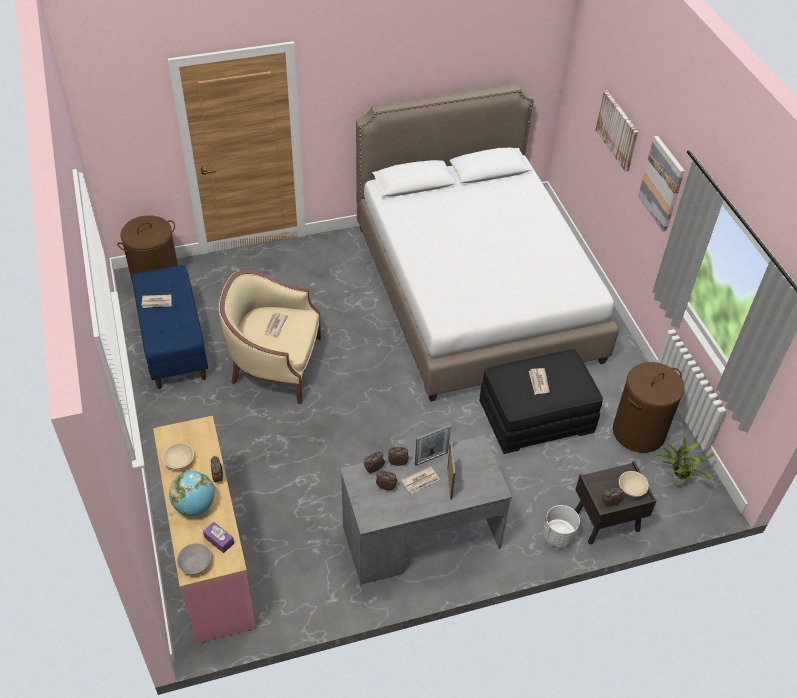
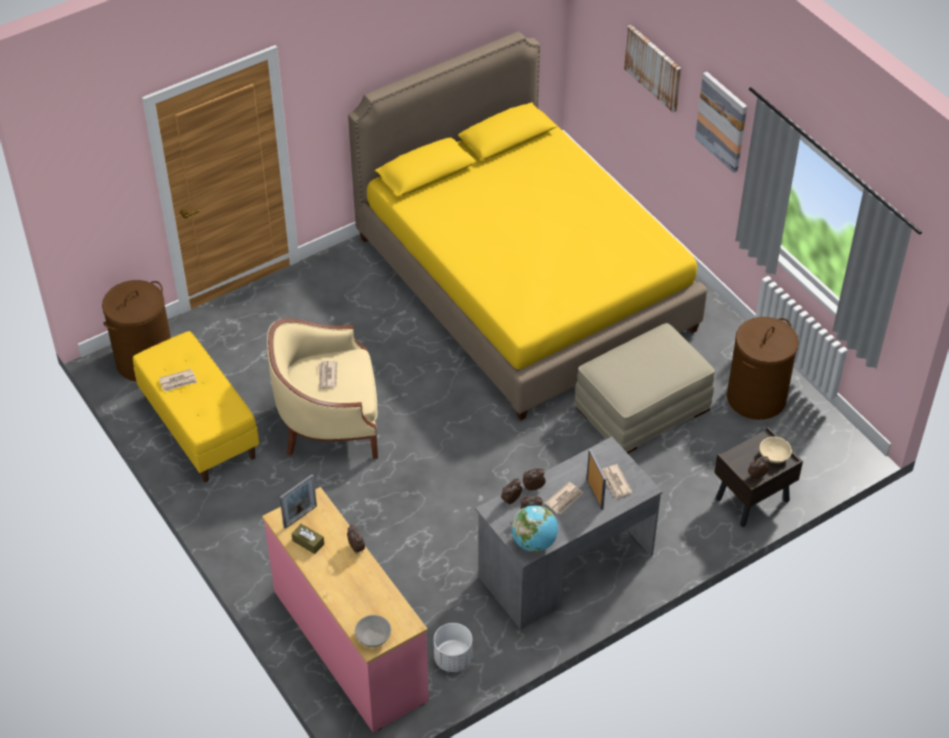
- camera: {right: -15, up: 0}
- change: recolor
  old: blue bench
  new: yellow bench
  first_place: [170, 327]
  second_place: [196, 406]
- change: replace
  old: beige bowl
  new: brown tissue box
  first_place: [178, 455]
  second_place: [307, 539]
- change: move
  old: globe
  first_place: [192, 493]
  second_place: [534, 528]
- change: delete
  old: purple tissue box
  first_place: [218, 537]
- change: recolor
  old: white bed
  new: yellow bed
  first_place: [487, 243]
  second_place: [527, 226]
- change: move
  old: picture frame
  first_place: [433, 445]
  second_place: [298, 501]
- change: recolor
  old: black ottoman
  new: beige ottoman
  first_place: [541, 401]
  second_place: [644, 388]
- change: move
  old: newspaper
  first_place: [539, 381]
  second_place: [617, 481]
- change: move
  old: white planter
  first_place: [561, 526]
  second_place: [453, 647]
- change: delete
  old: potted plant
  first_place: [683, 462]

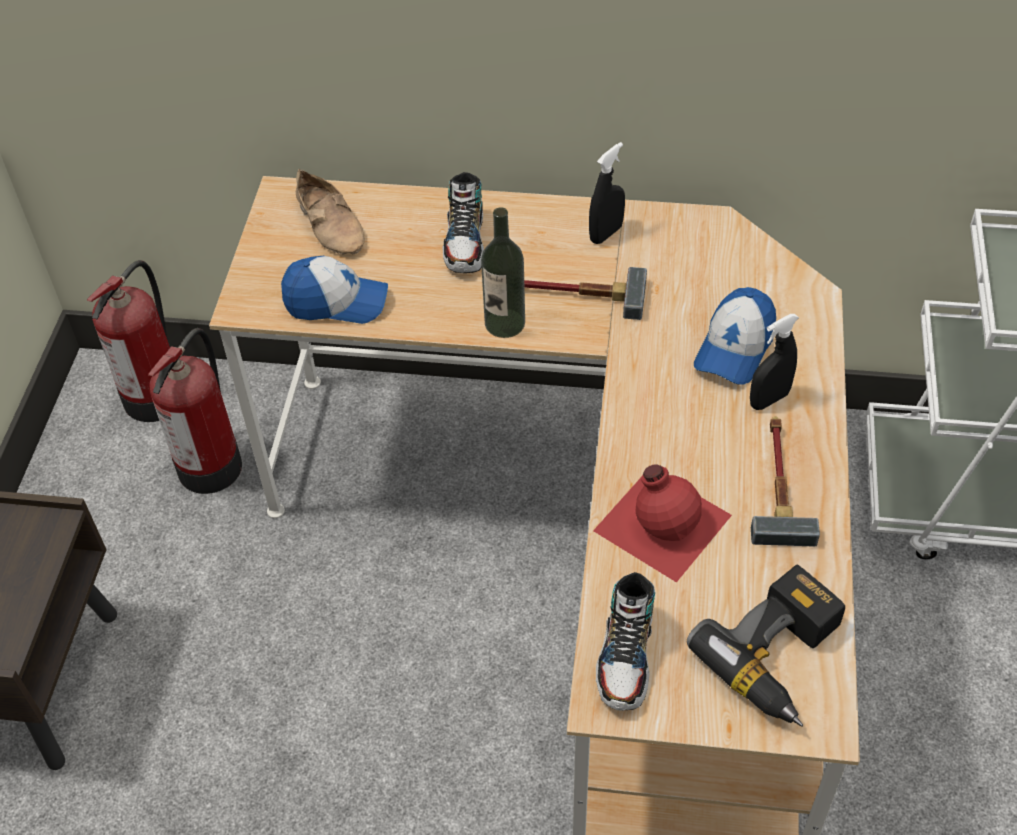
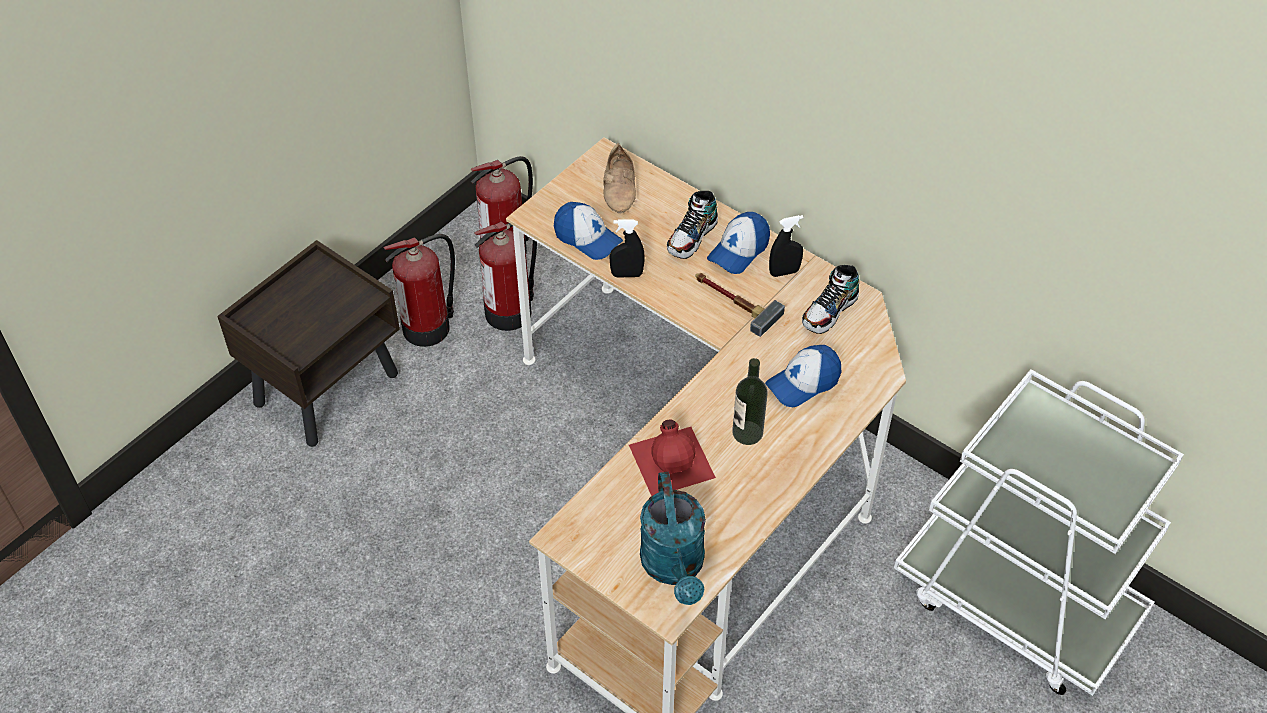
- camera: {right: 30, up: 0}
- change: move
  old: bottle
  first_place: [503, 272]
  second_place: [750, 401]
- change: move
  old: shoe
  first_place: [625, 641]
  second_place: [830, 299]
- change: replace
  old: power drill
  new: turquoise watering can
  first_place: [766, 646]
  second_place: [673, 538]
- change: move
  old: black spray bottle
  first_place: [774, 362]
  second_place: [627, 248]
- change: delete
  old: hammer
  first_place: [785, 481]
- change: insert
  new: fire extinguisher
  second_place: [419, 290]
- change: insert
  new: cap
  second_place: [738, 243]

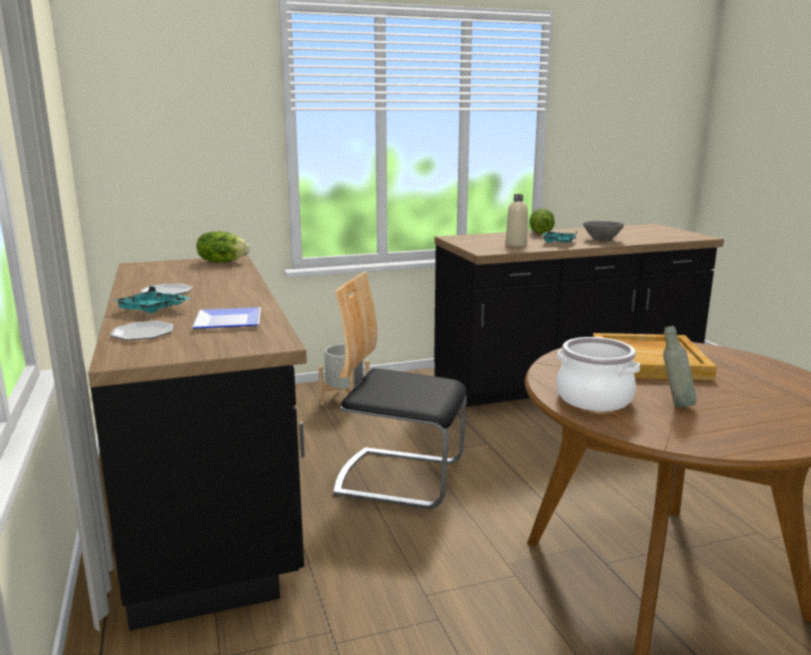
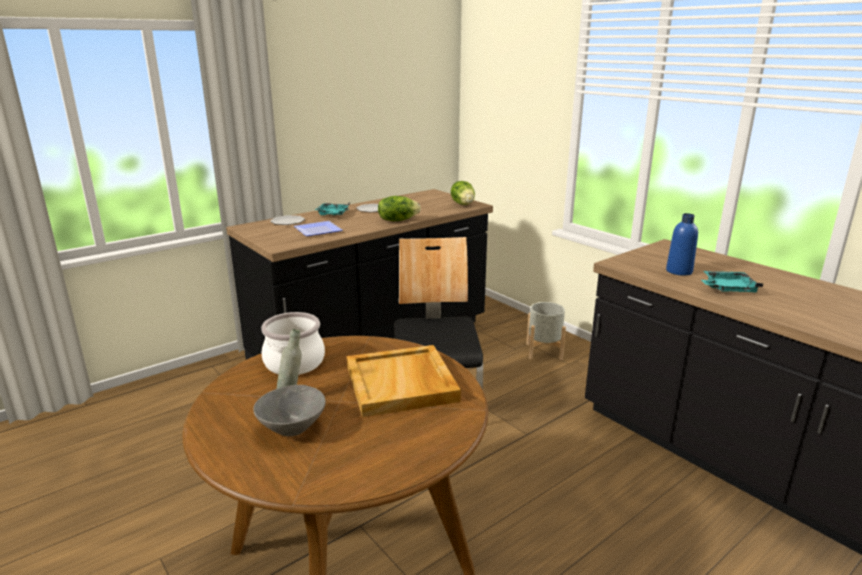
- camera: {right: 70, up: 5}
- change: recolor
  old: beige bottle
  new: blue bottle
  first_place: [517, 220]
  second_place: [682, 244]
- change: move
  old: lettuce
  first_place: [542, 221]
  second_place: [399, 208]
- change: move
  old: grey bowl
  first_place: [603, 231]
  second_place: [289, 410]

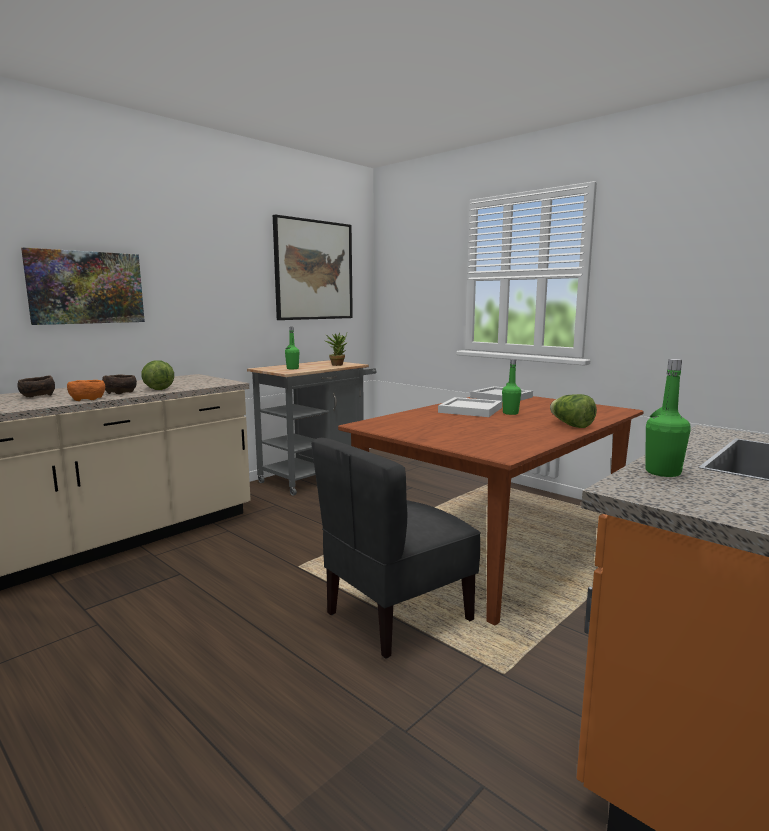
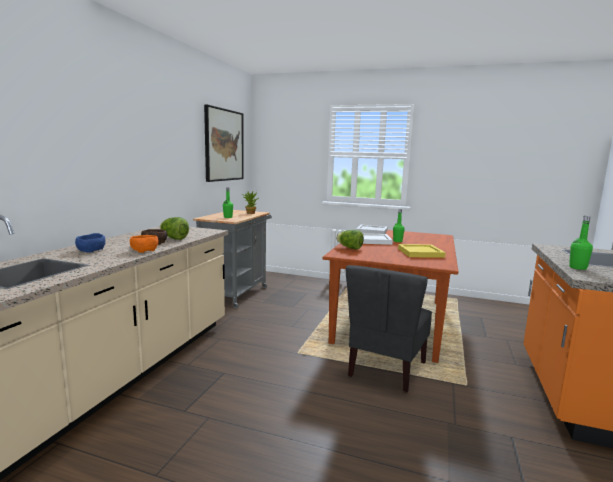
- camera: {right: -25, up: 0}
- change: recolor
  old: brown bowl
  new: blue bowl
  first_place: [36, 387]
  second_place: [90, 243]
- change: delete
  old: picture
  first_place: [83, 286]
- change: move
  old: lettuce
  first_place: [573, 411]
  second_place: [350, 239]
- change: insert
  new: yellow tray
  second_place: [422, 251]

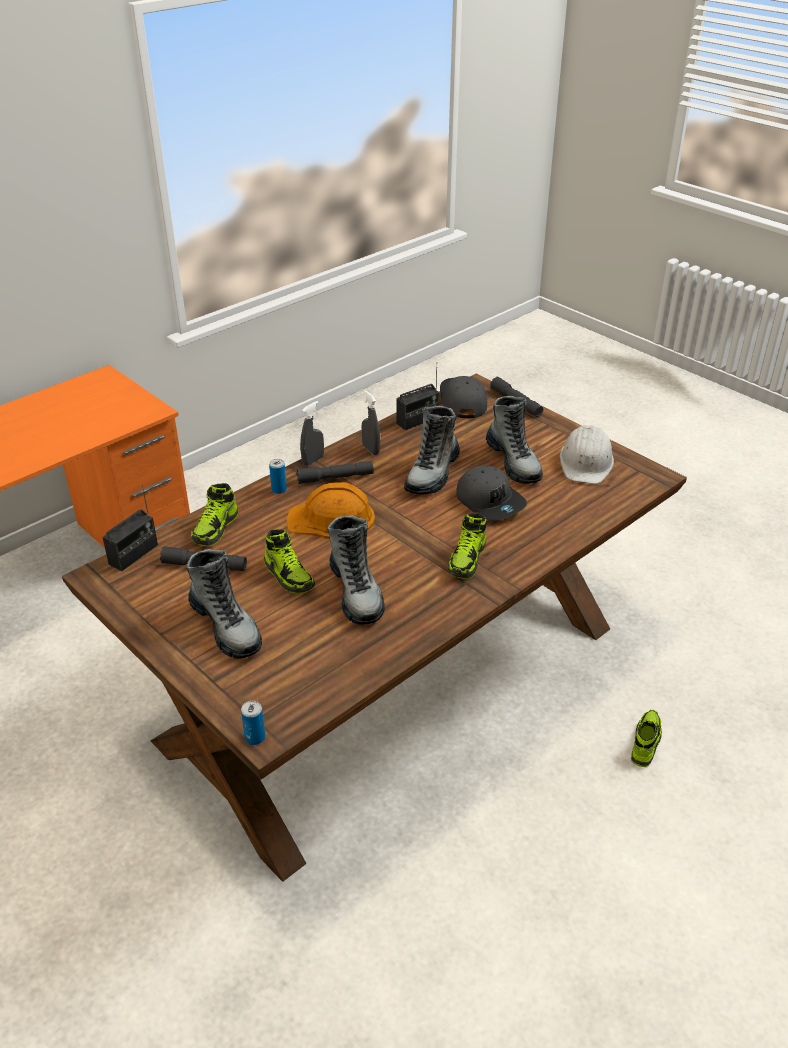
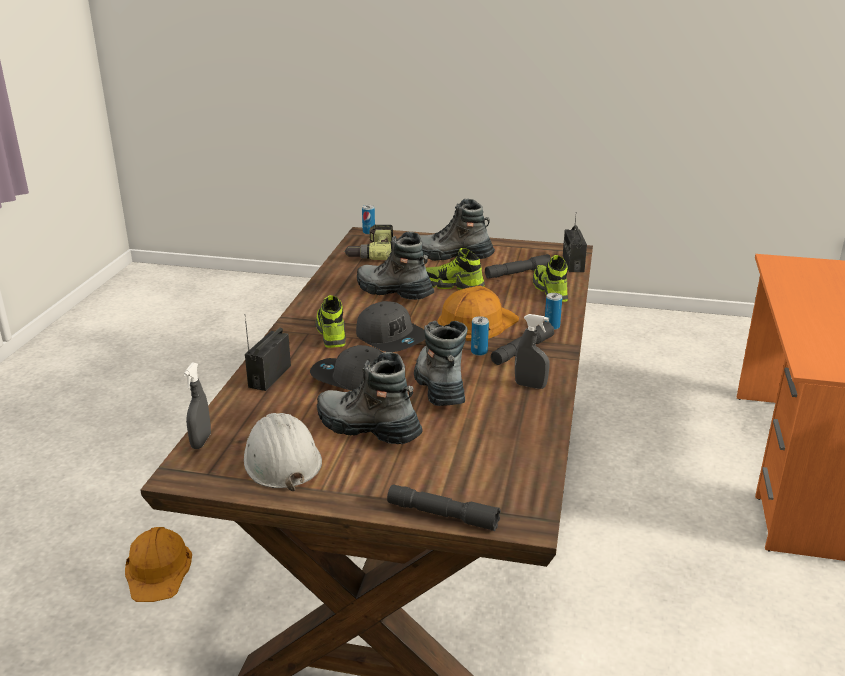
- camera: {right: 145, up: -10}
- change: move
  old: grey spray bottle
  first_place: [312, 433]
  second_place: [197, 406]
- change: move
  old: radio
  first_place: [417, 398]
  second_place: [268, 352]
- change: move
  old: grey cap
  first_place: [463, 397]
  second_place: [390, 326]
- change: replace
  old: shoe
  new: orange hard hat
  first_place: [646, 738]
  second_place: [158, 564]
- change: insert
  new: power drill
  second_place: [368, 242]
- change: insert
  new: can
  second_place: [480, 336]

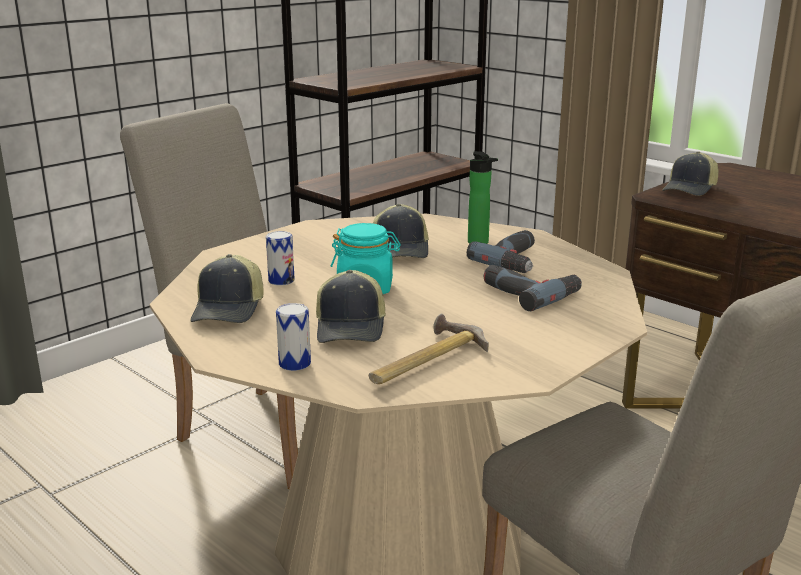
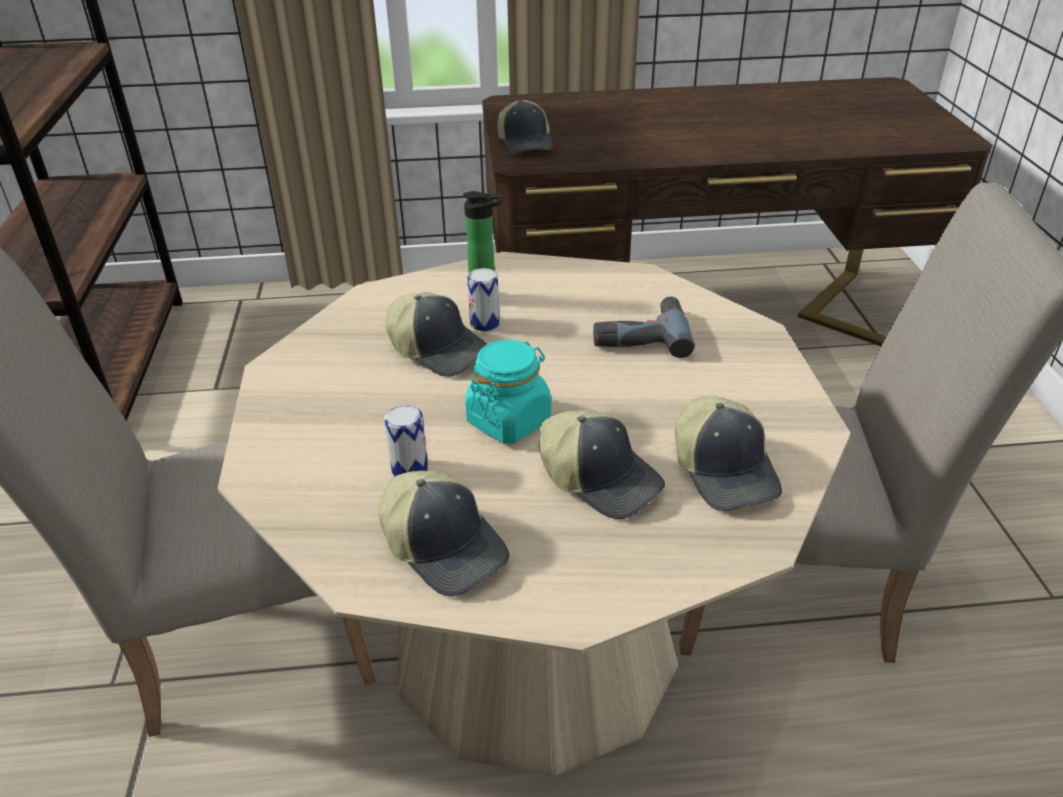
- camera: {right: -50, up: 15}
- change: move
  old: can
  first_place: [293, 337]
  second_place: [483, 299]
- change: replace
  old: hammer
  new: cap
  first_place: [429, 349]
  second_place: [728, 453]
- change: delete
  old: power drill
  first_place: [501, 251]

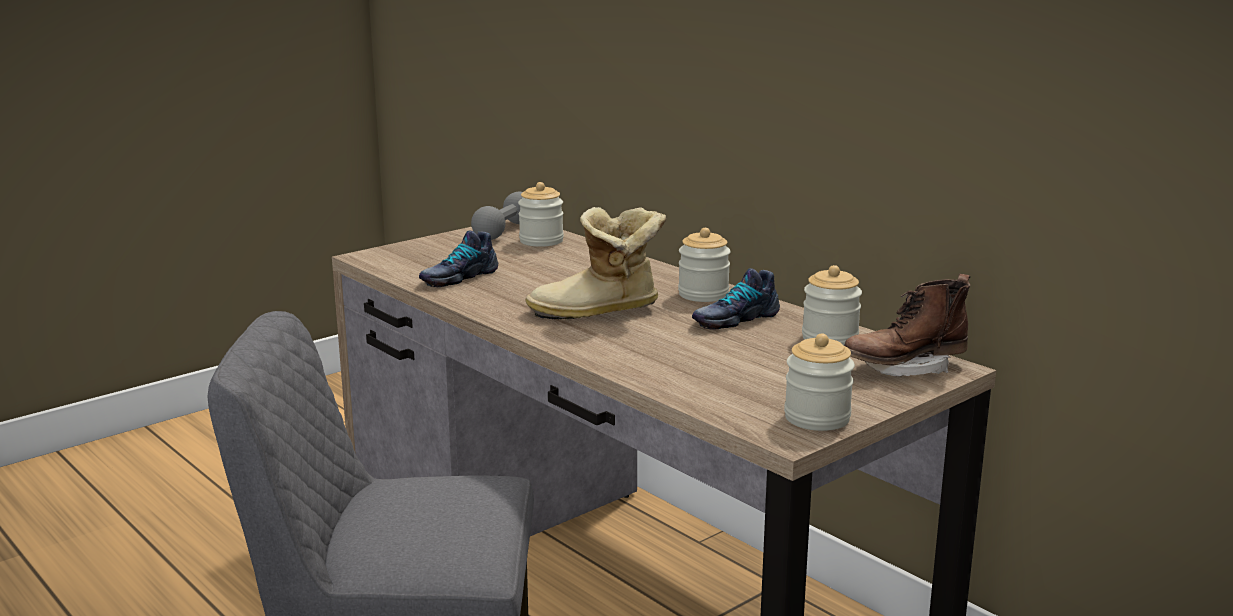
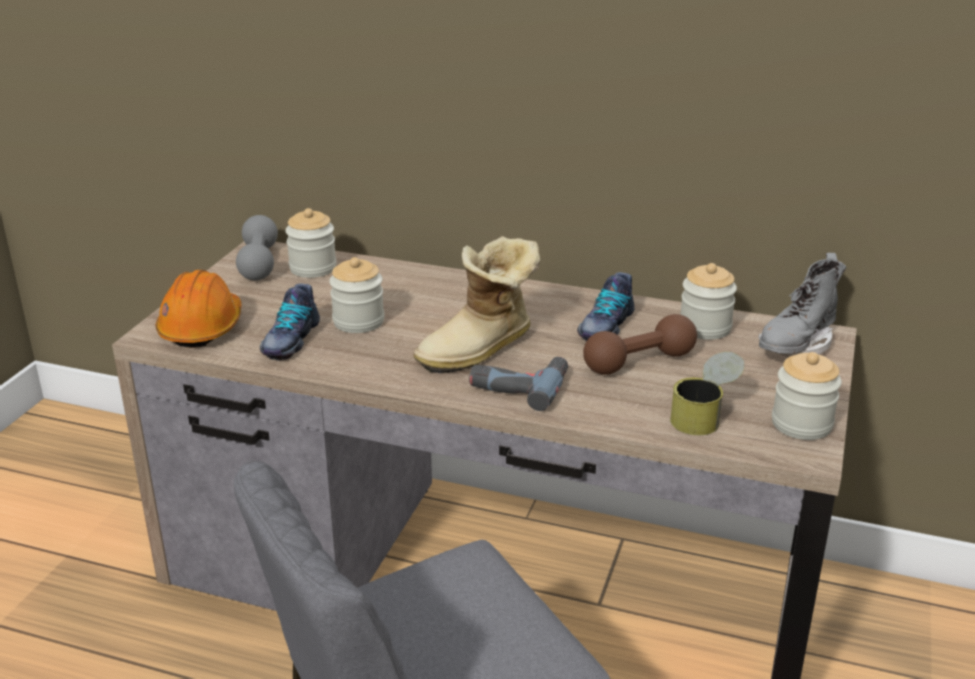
- camera: {right: -30, up: 10}
- change: move
  old: jar
  first_place: [704, 265]
  second_place: [356, 295]
- change: recolor
  old: brown boot
  new: grey boot
  first_place: [907, 325]
  second_place: [802, 305]
- change: insert
  new: orange hard hat
  second_place: [199, 309]
- change: insert
  new: power drill
  second_place: [518, 384]
- change: insert
  new: brown dumbbell
  second_place: [640, 344]
- change: insert
  new: can
  second_place: [707, 393]

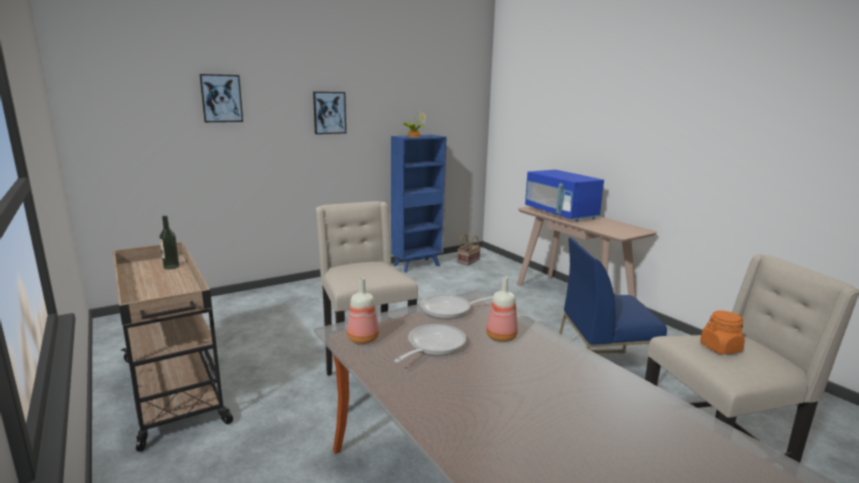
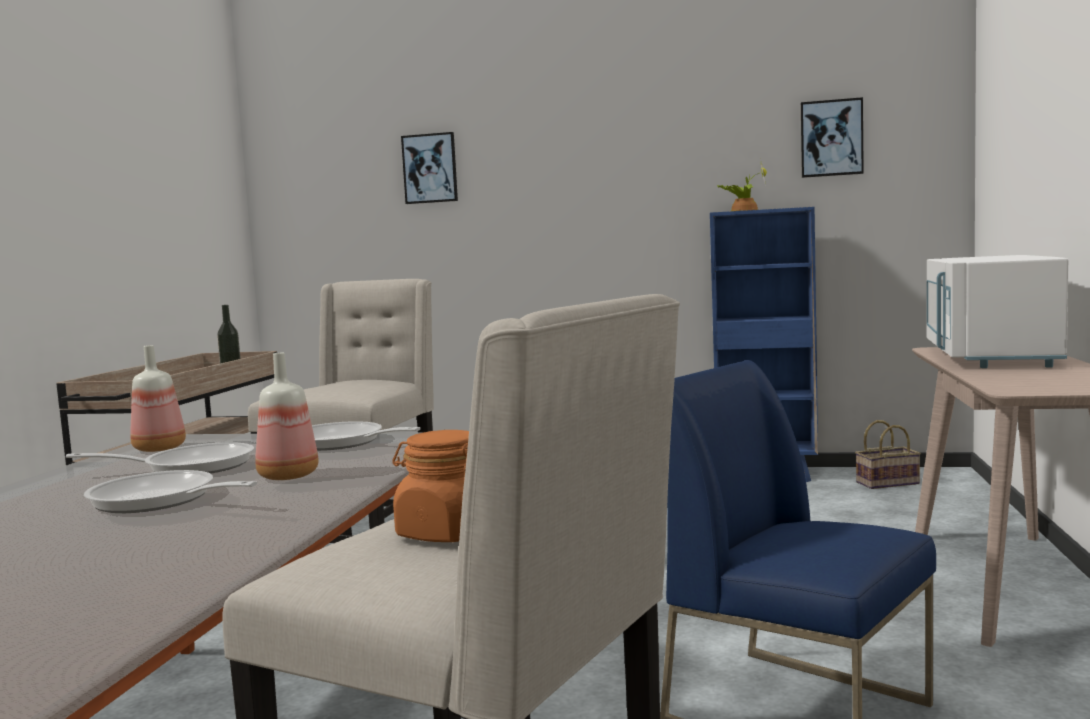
- camera: {right: 45, up: -10}
- change: move
  old: picture
  first_place: [329, 113]
  second_place: [832, 137]
- change: recolor
  old: blue microwave
  new: white microwave
  first_place: [564, 196]
  second_place: [998, 311]
- change: insert
  new: frying pan
  second_place: [170, 491]

